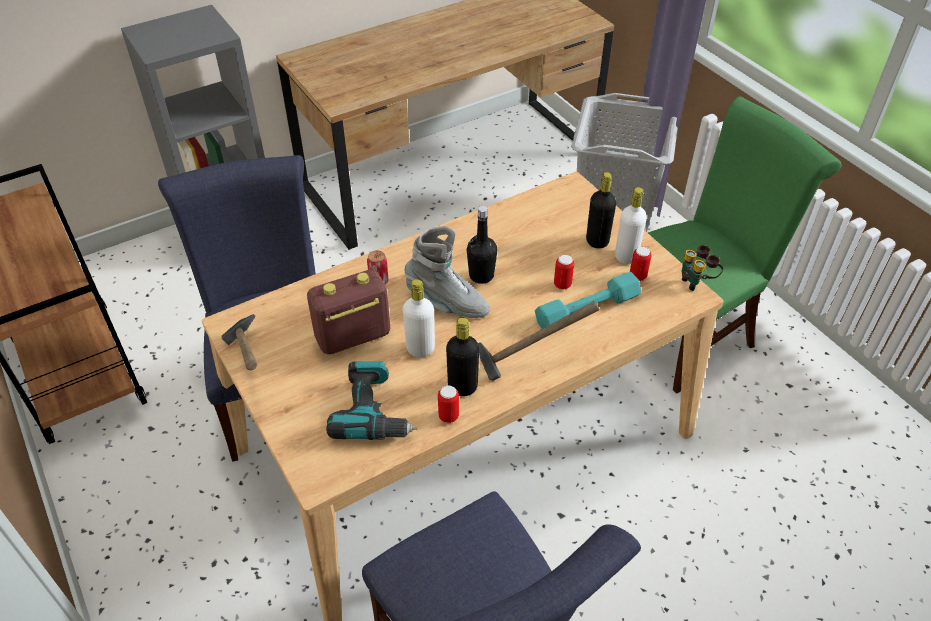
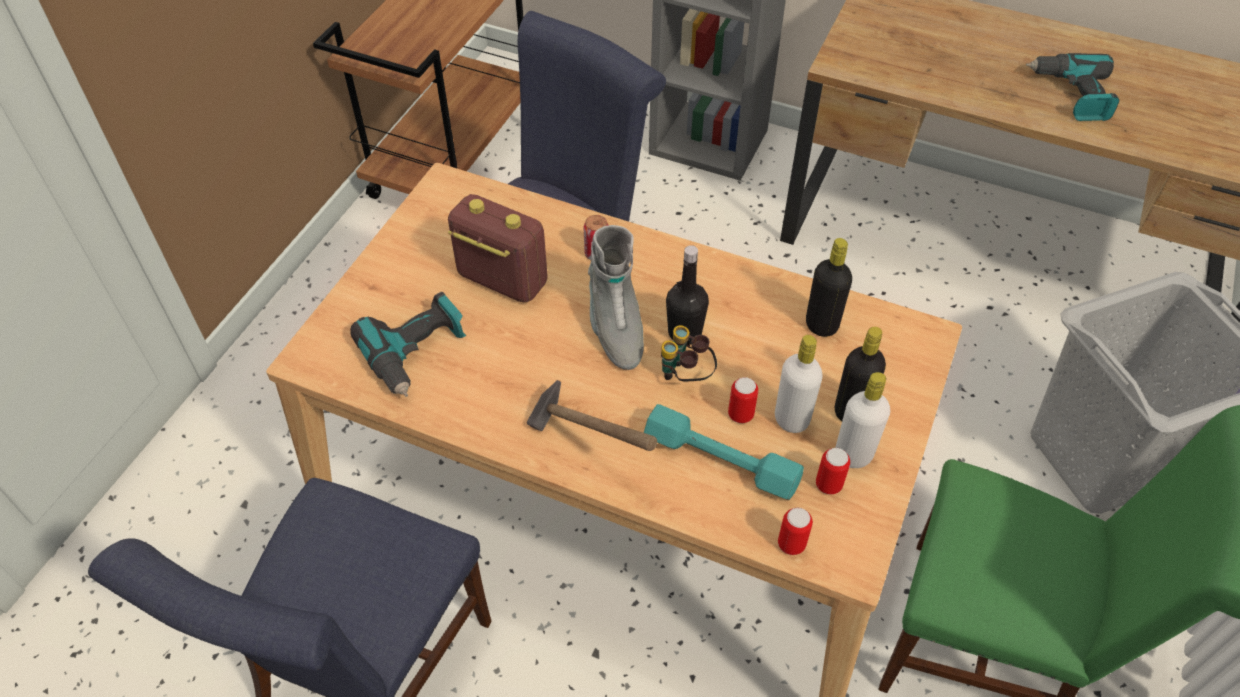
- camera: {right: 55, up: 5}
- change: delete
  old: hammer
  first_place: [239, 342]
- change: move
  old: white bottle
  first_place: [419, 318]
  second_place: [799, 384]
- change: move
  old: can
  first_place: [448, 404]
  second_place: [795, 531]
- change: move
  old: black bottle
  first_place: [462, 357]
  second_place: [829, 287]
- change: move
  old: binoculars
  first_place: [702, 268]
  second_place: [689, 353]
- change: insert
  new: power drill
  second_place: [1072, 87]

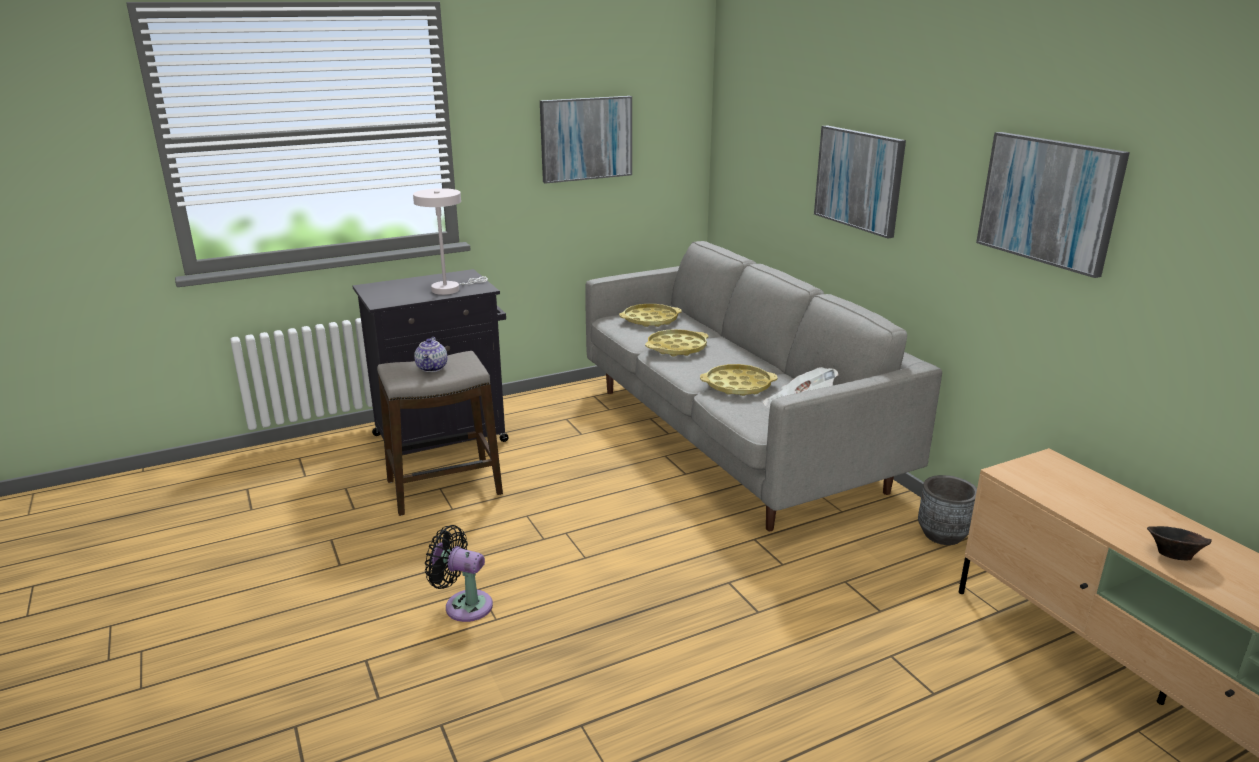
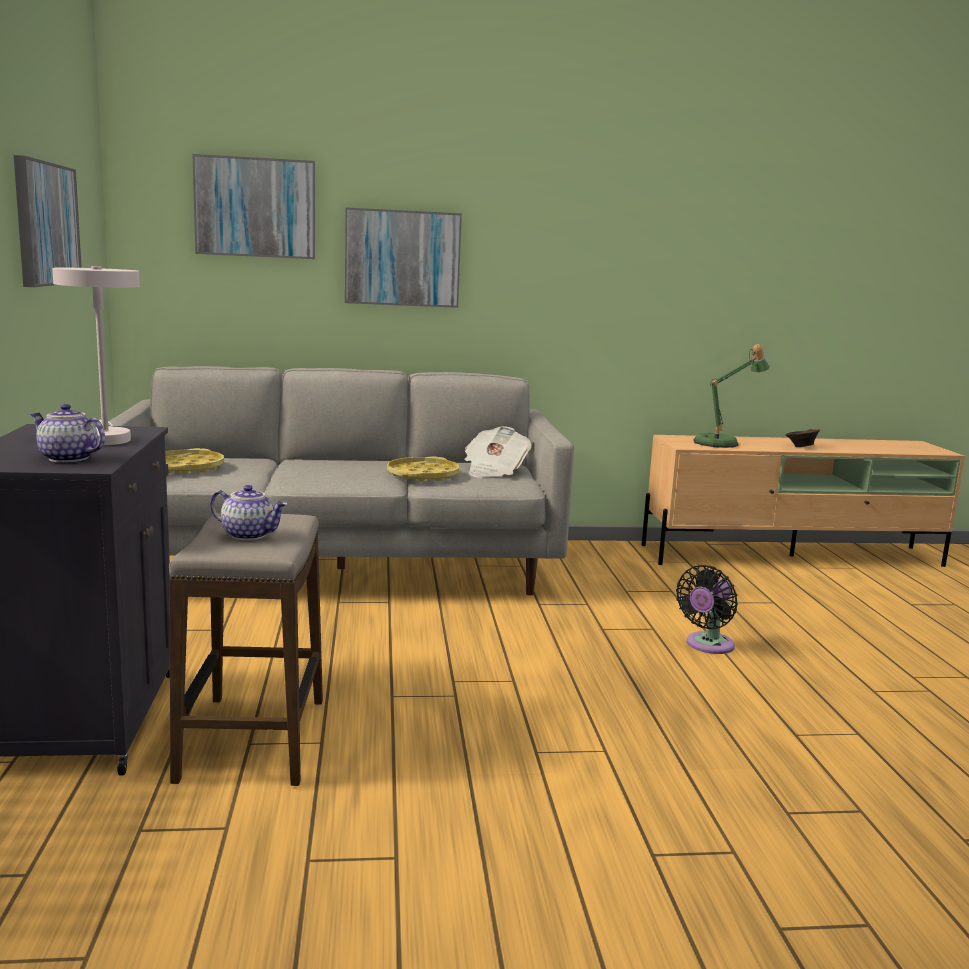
- camera: {right: -70, up: -10}
- change: move
  old: black fan
  first_place: [459, 573]
  second_place: [707, 609]
- change: delete
  old: yellow tray
  first_place: [676, 343]
- change: delete
  old: grey planter
  first_place: [947, 510]
- change: move
  old: picture
  first_place: [1053, 205]
  second_place: [253, 206]
- change: insert
  new: teapot
  second_place: [67, 433]
- change: insert
  new: table lamp
  second_place: [731, 396]

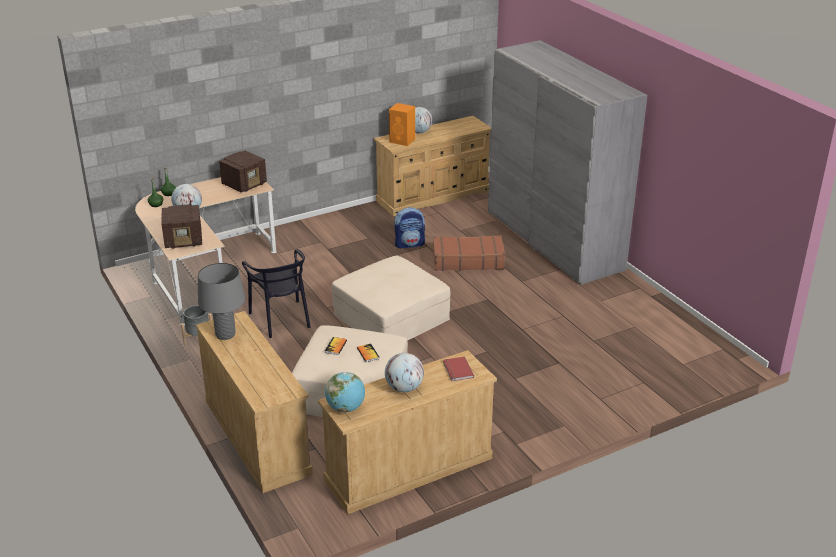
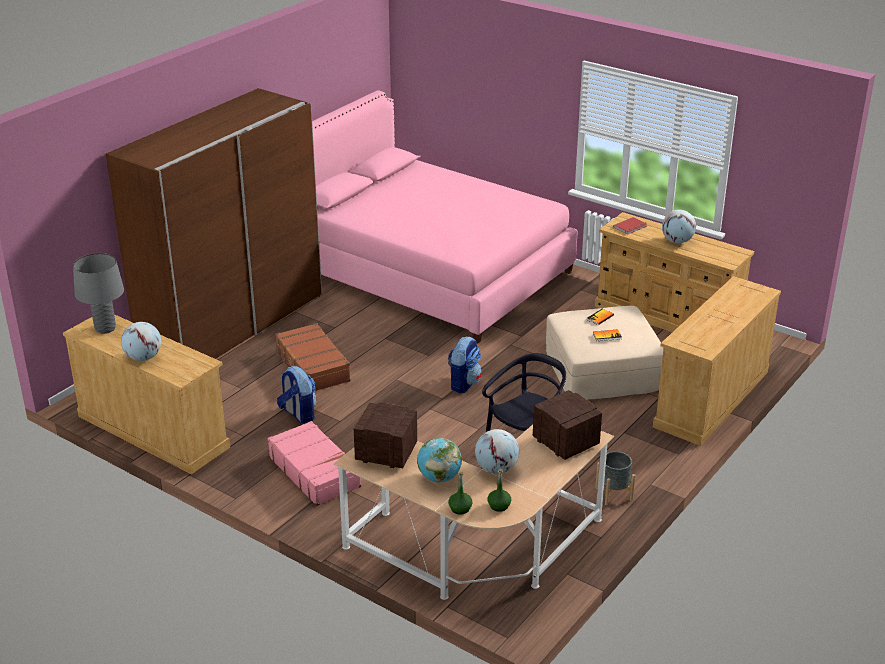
- camera: {right: -115, up: 0}
- change: move
  old: grey table lamp
  first_place: [221, 301]
  second_place: [98, 293]
- change: move
  old: globe
  first_place: [345, 392]
  second_place: [439, 460]
- change: replace
  old: beige ottoman
  new: backpack
  first_place: [391, 298]
  second_place: [465, 365]
- change: delete
  old: orange speaker
  first_place: [402, 124]
- change: recolor
  old: grey wardrobe
  new: brown wardrobe
  first_place: [567, 162]
  second_place: [214, 223]
- change: insert
  new: pink suitcase
  second_place: [314, 463]
- change: insert
  new: pink bed
  second_place: [445, 217]

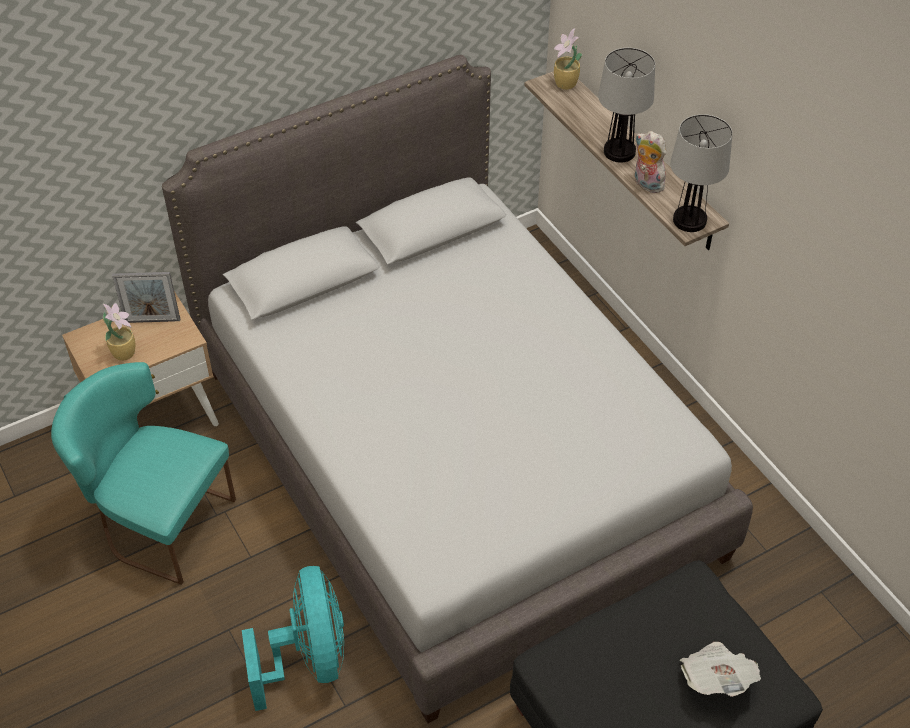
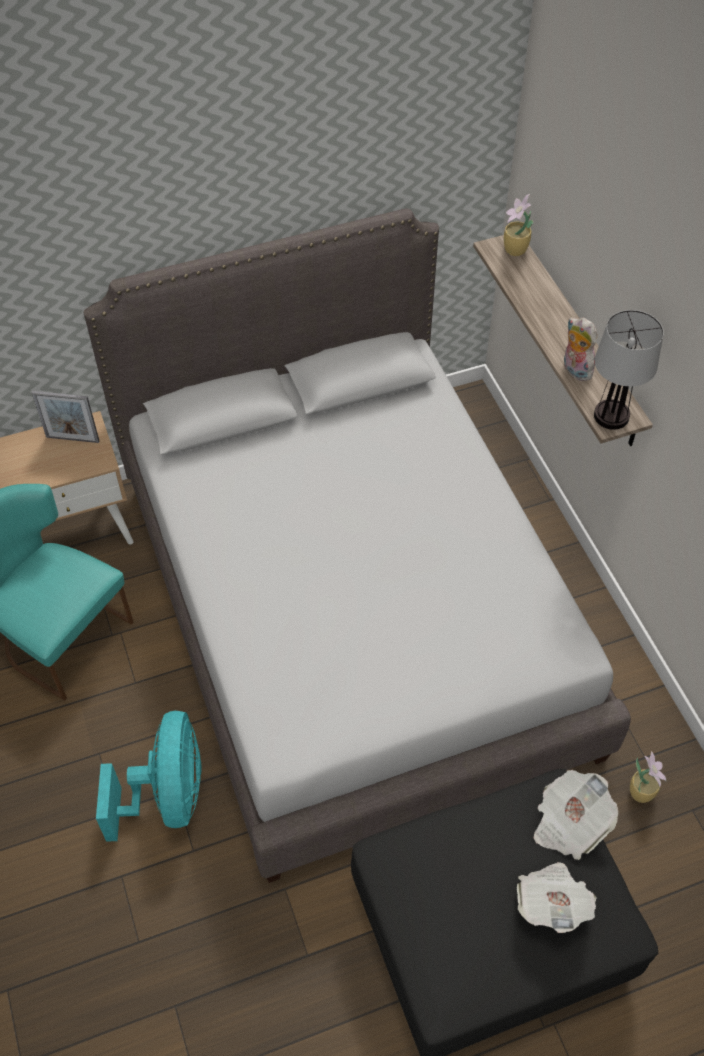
- camera: {right: 10, up: 5}
- change: move
  old: potted plant
  first_place: [119, 332]
  second_place: [648, 777]
- change: delete
  old: table lamp
  first_place: [626, 105]
- change: insert
  new: newspaper
  second_place: [576, 815]

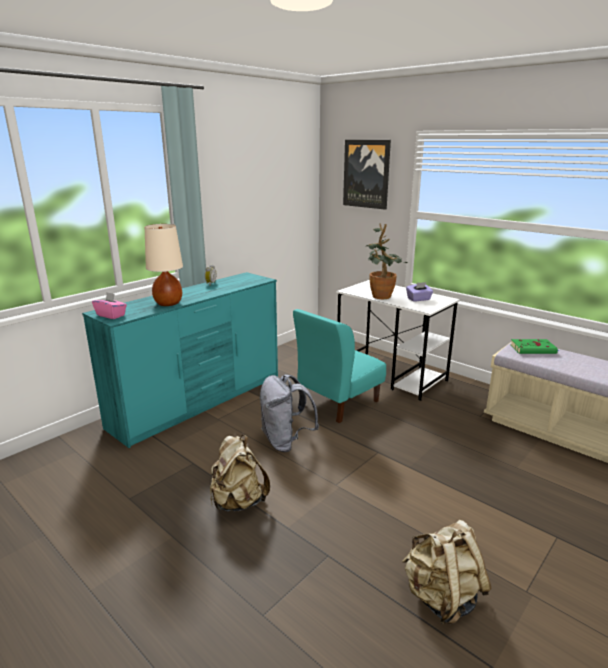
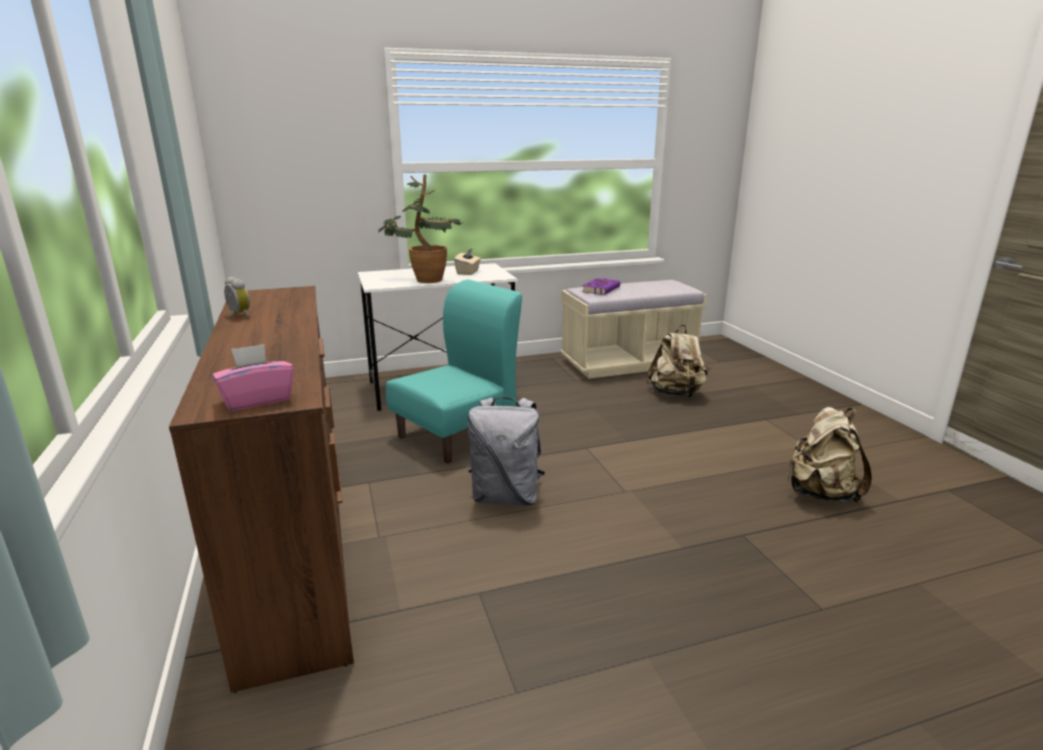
- camera: {right: -60, up: 0}
- change: recolor
  old: turquoise dresser
  new: brown dresser
  first_place: [180, 360]
  second_place: [261, 489]
- change: delete
  old: beige table lamp
  first_place: [164, 265]
- change: move
  old: beige backpack
  first_place: [240, 473]
  second_place: [677, 361]
- change: rotate
  old: turquoise chair
  first_place: [339, 366]
  second_place: [454, 371]
  degrees: -120
- change: delete
  old: picture
  first_place: [367, 175]
- change: recolor
  old: purple tissue box
  new: beige tissue box
  first_place: [419, 292]
  second_place: [467, 261]
- change: recolor
  old: green book
  new: purple book
  first_place: [534, 346]
  second_place: [601, 286]

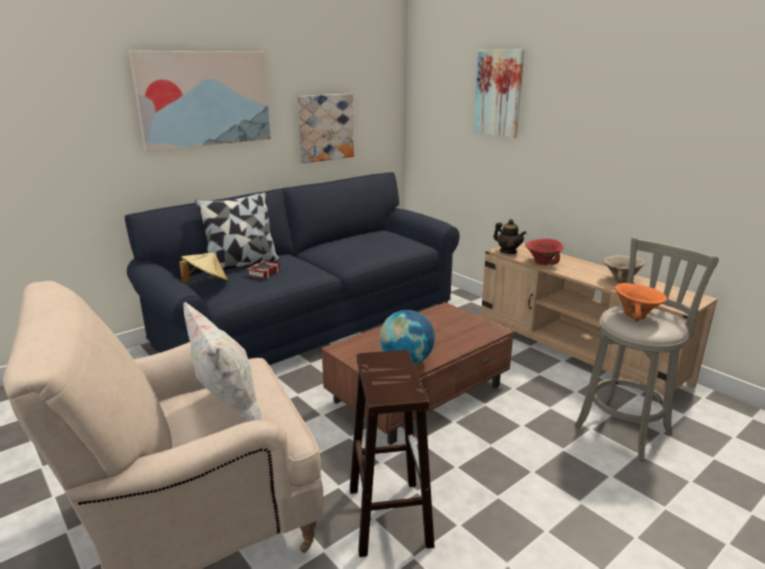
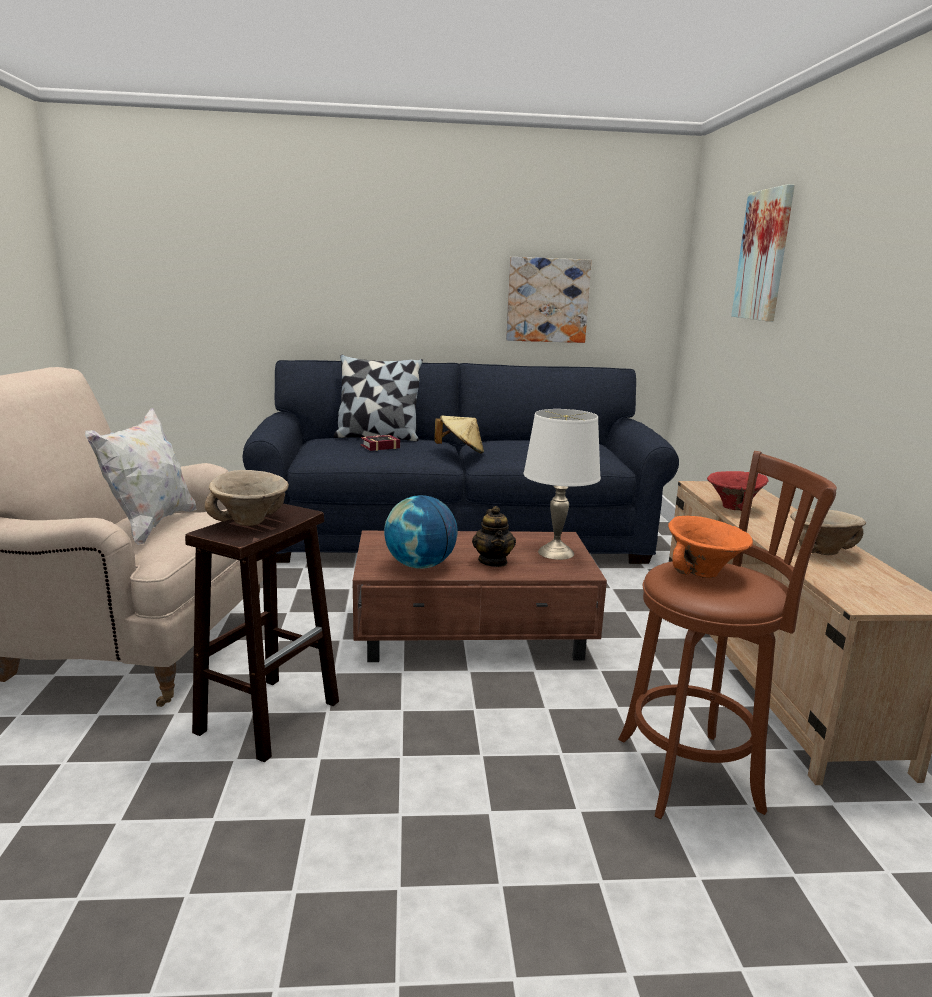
- camera: {right: 35, up: -5}
- change: delete
  old: picture
  first_place: [199, 101]
- change: move
  old: beige hat
  first_place: [203, 267]
  second_place: [459, 435]
- change: move
  old: teapot
  first_place: [509, 236]
  second_place: [494, 536]
- change: recolor
  old: grey stool
  new: brown stool
  first_place: [647, 349]
  second_place: [727, 635]
- change: insert
  new: beige bowl
  second_place: [247, 498]
- change: insert
  new: white table lamp
  second_place: [562, 484]

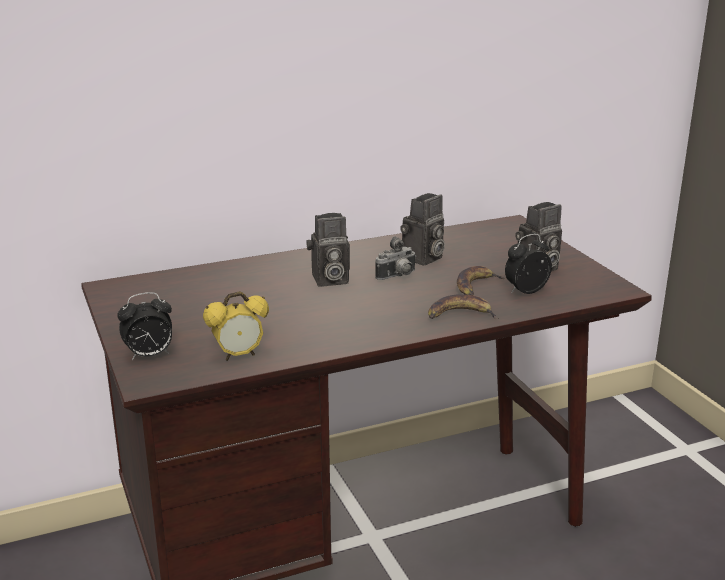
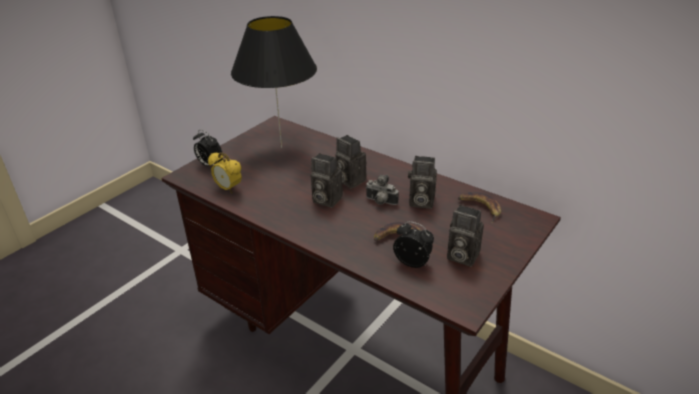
- camera: {right: 60, up: 10}
- change: move
  old: banana
  first_place: [463, 306]
  second_place: [479, 207]
- change: insert
  new: black table lamp
  second_place: [274, 82]
- change: insert
  new: photo camera
  second_place: [327, 180]

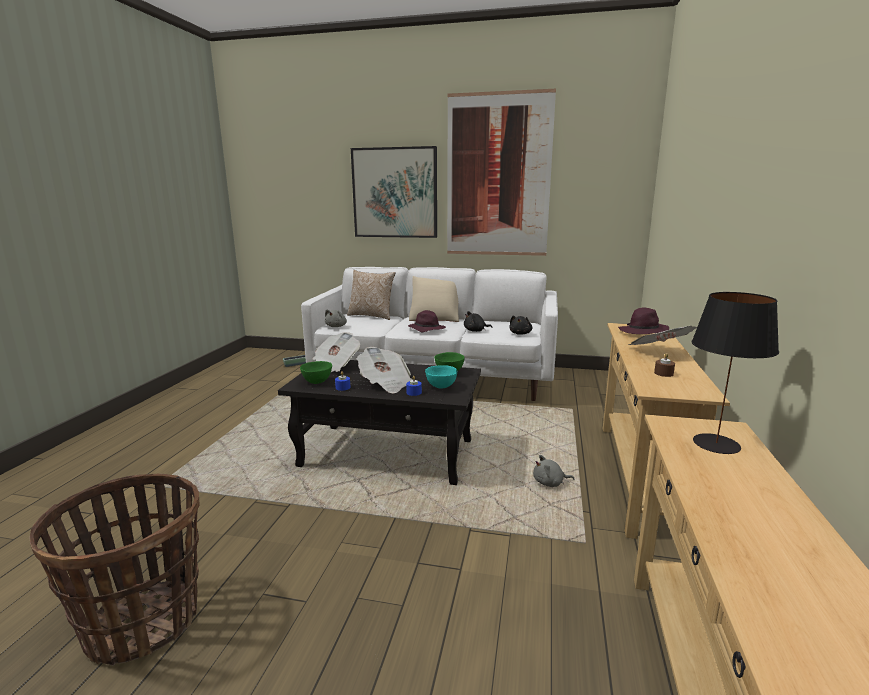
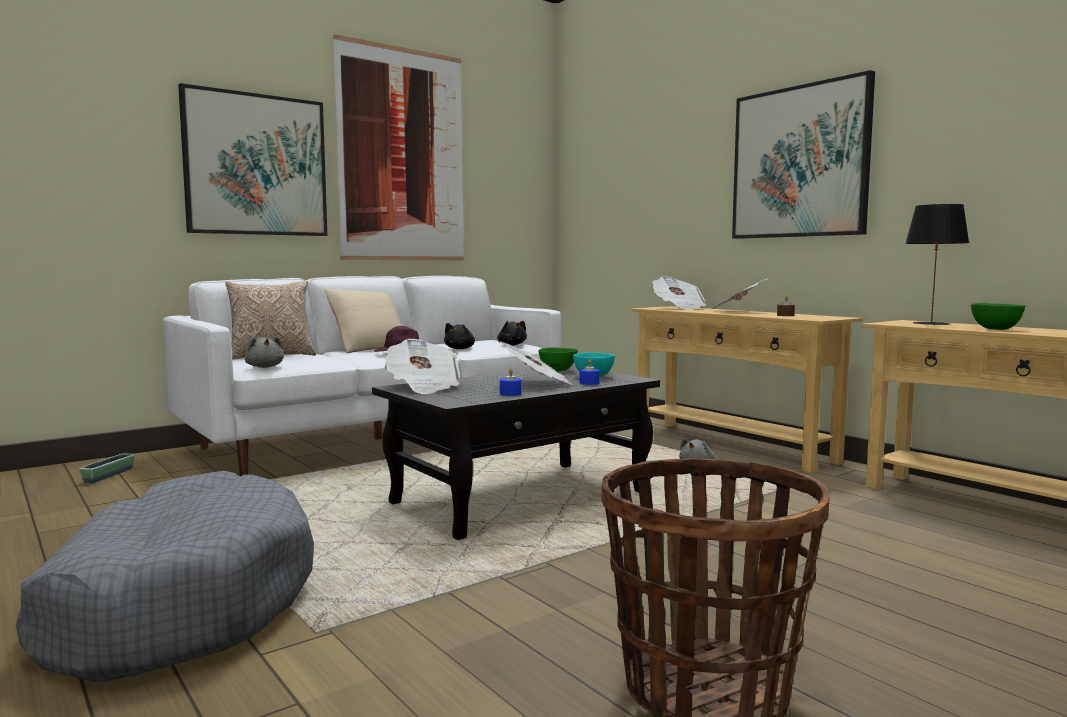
- camera: {right: -50, up: -10}
- change: move
  old: green bowl
  first_place: [316, 372]
  second_place: [998, 316]
- change: replace
  old: purple hat
  new: newspaper
  first_place: [643, 320]
  second_place: [679, 293]
- change: insert
  new: grey dog bed
  second_place: [165, 576]
- change: insert
  new: picture
  second_place: [803, 154]

